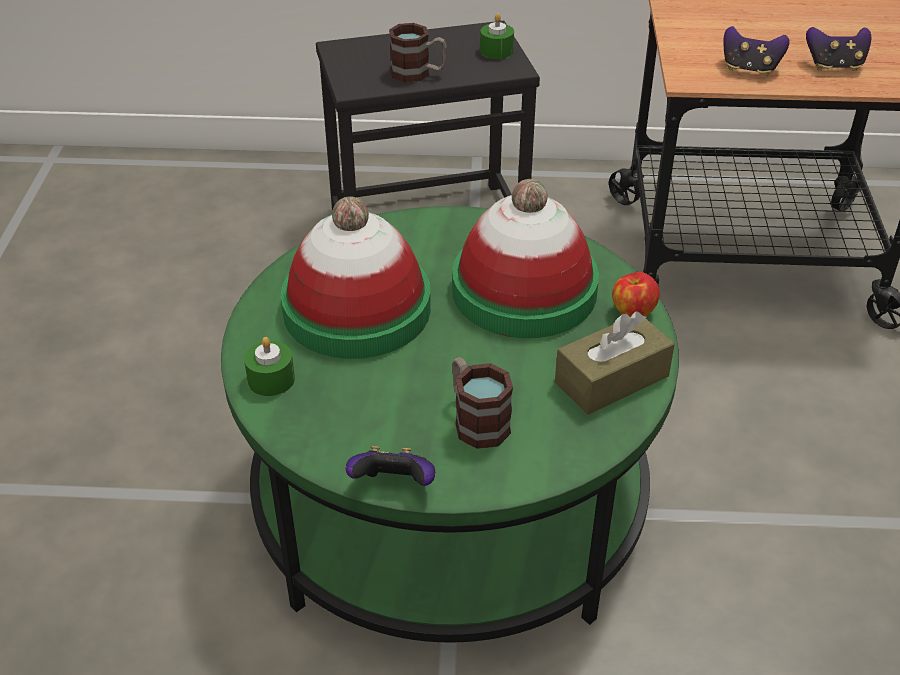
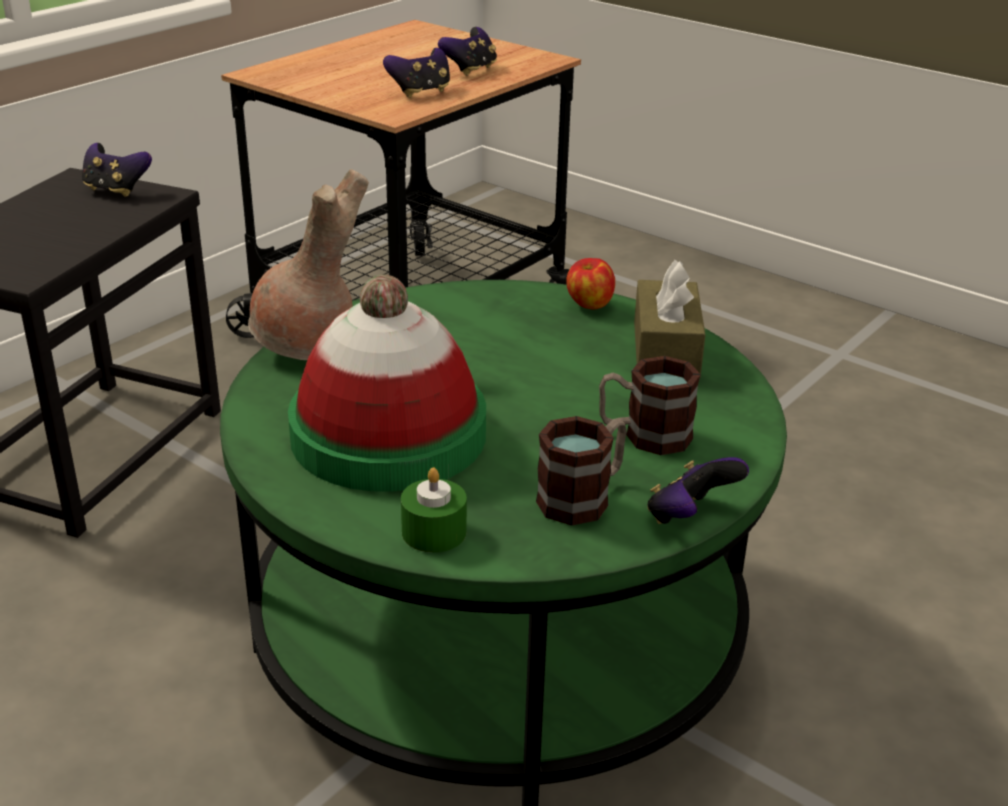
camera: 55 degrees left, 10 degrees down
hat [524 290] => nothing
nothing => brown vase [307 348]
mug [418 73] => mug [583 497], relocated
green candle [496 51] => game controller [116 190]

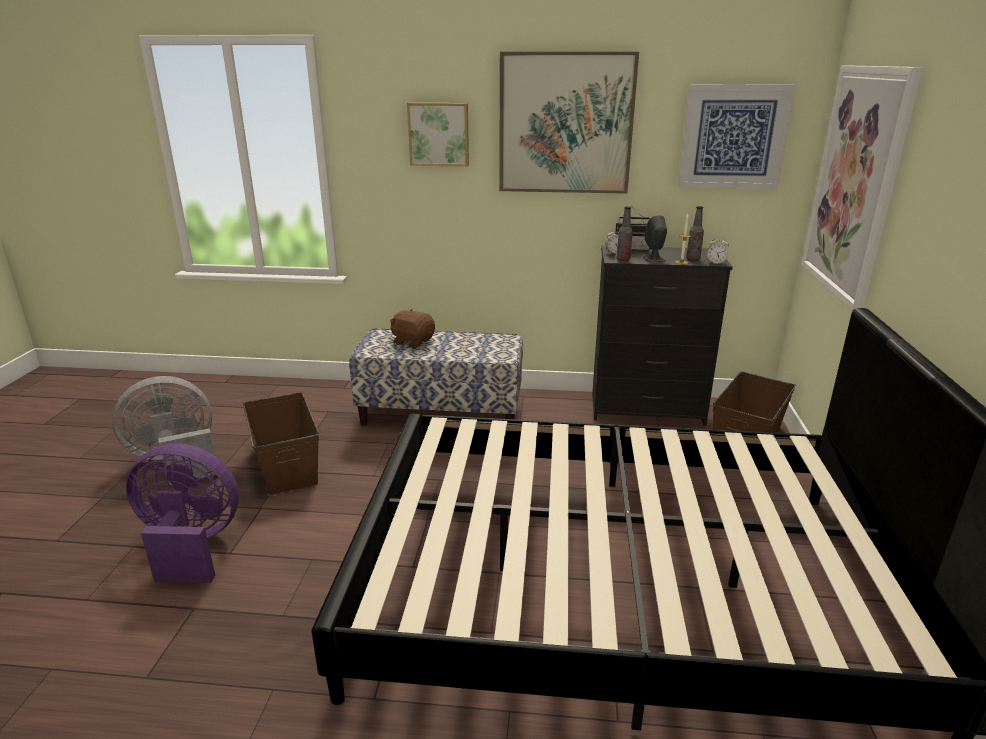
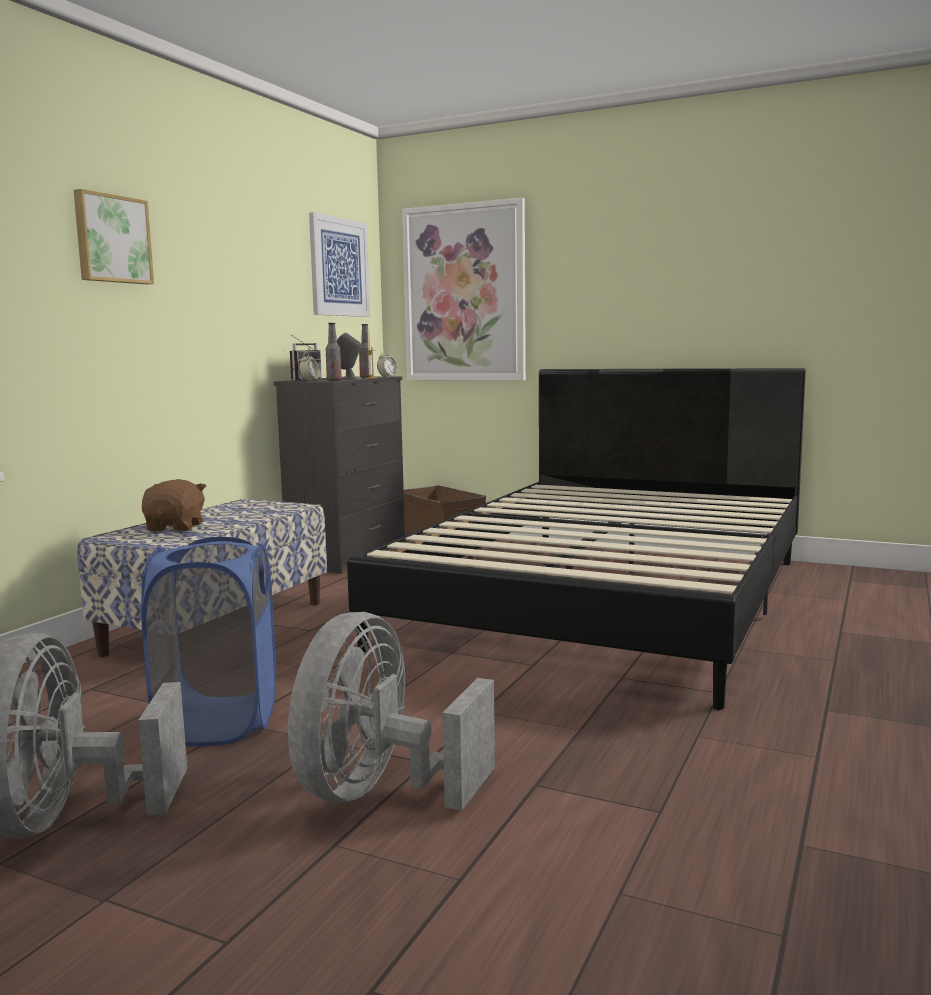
camera: 70 degrees left, 15 degrees down
picture [565 124] => nothing
brown storage box [287 463] => blue laundry basket [218 721]
purple fan [191 546] => grey fan [380 792]
brown plush toy [413 341] => brown plush toy [176 527], 135 degrees clockwise

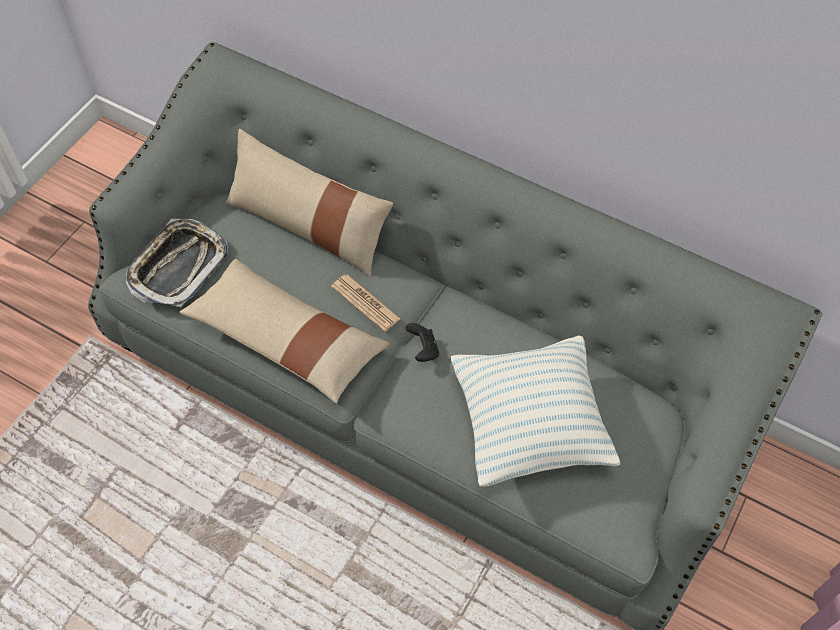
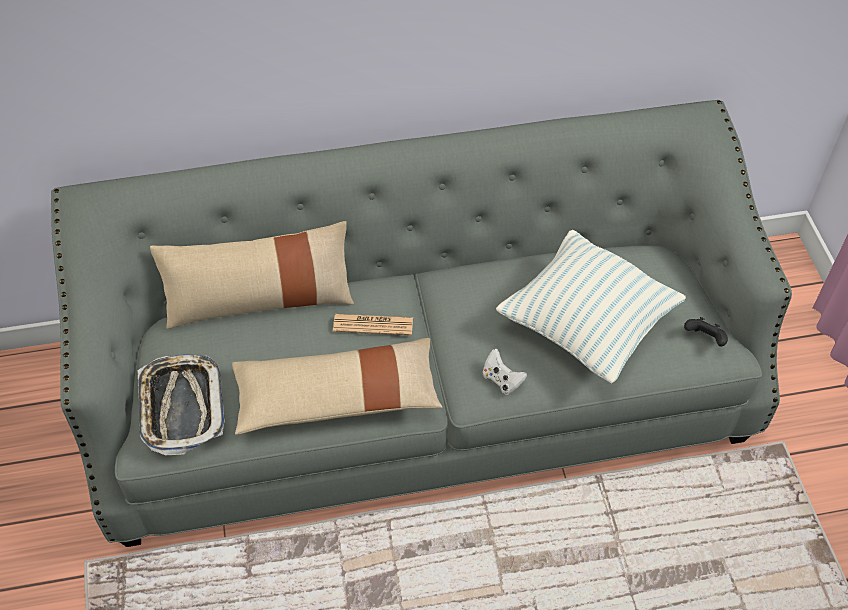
camera: 40 degrees left, 5 degrees down
nothing => white game controller [502 380]
black game controller [423 350] => black game controller [704 339], relocated

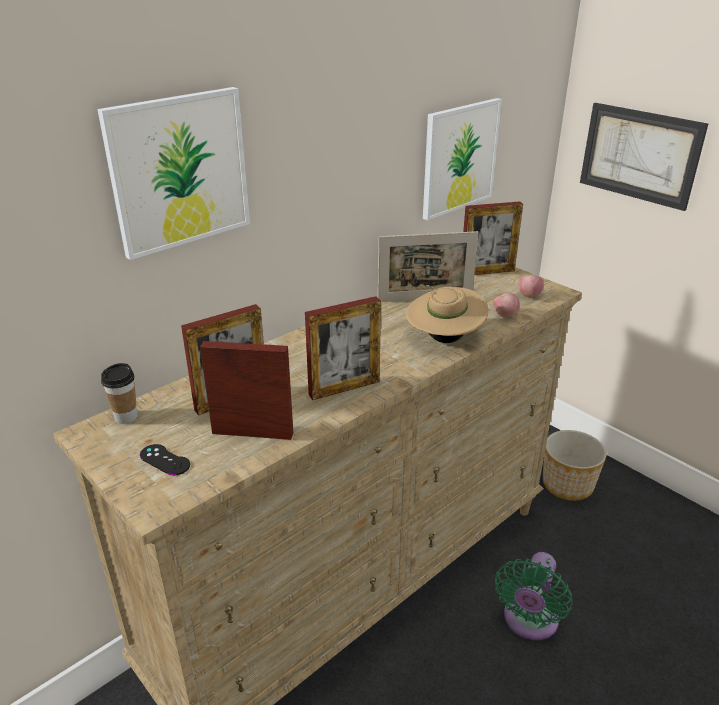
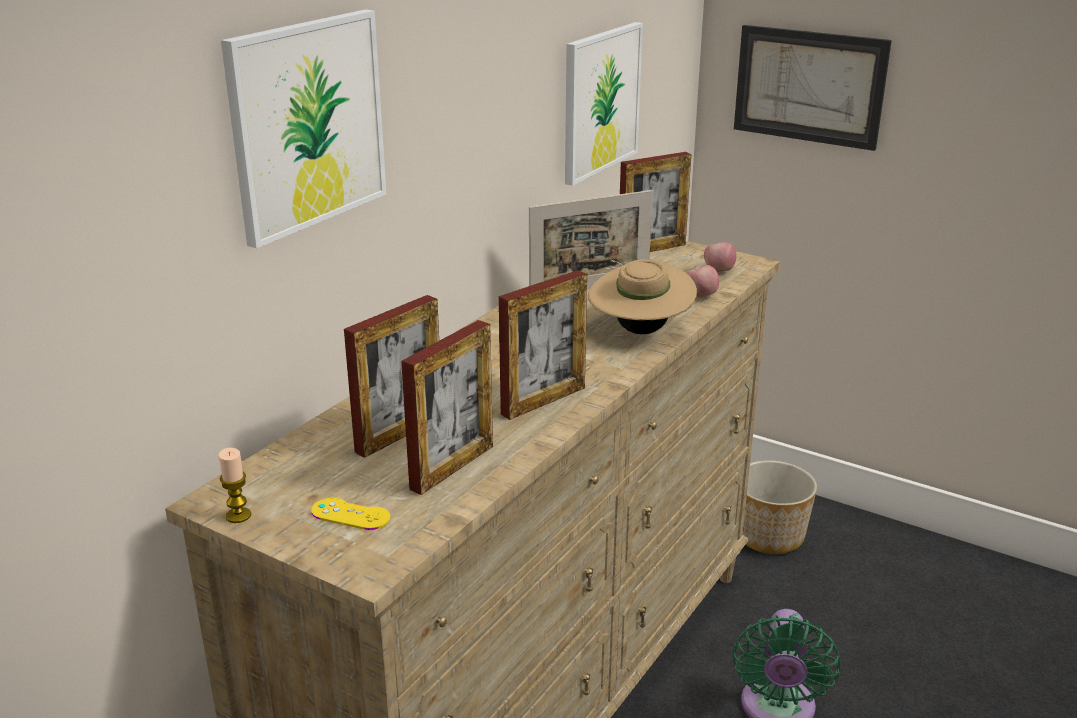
camera: 15 degrees left, 5 degrees down
cup [126 417] => nothing
nothing => candle [238 516]
black game controller [165 460] => yellow game controller [350 514]
picture frame [252 433] => picture frame [452 467], 135 degrees clockwise

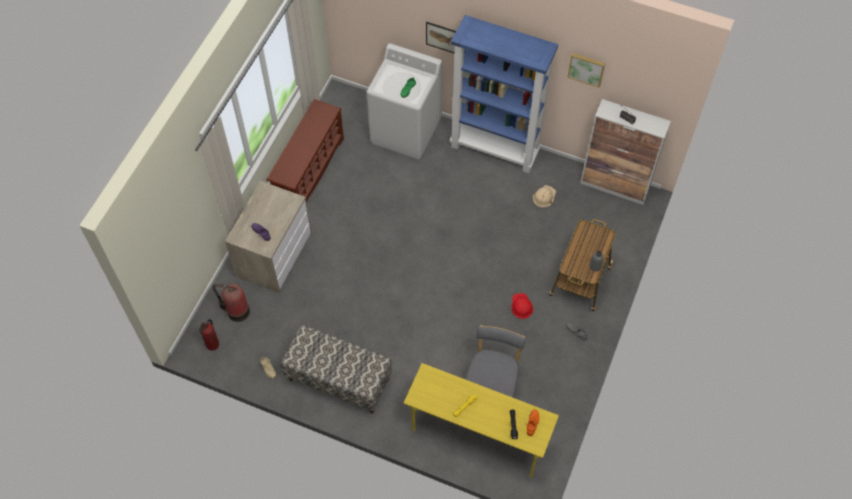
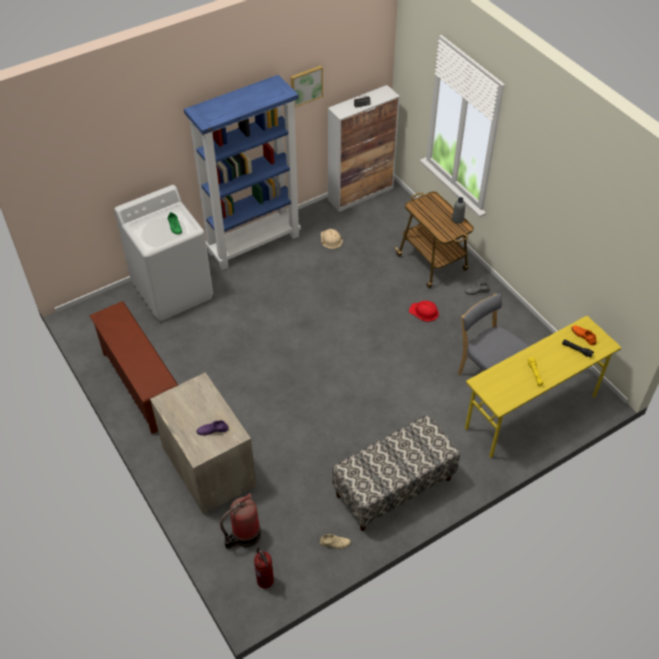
camera: 55 degrees left, 10 degrees down
picture [441 37] => nothing

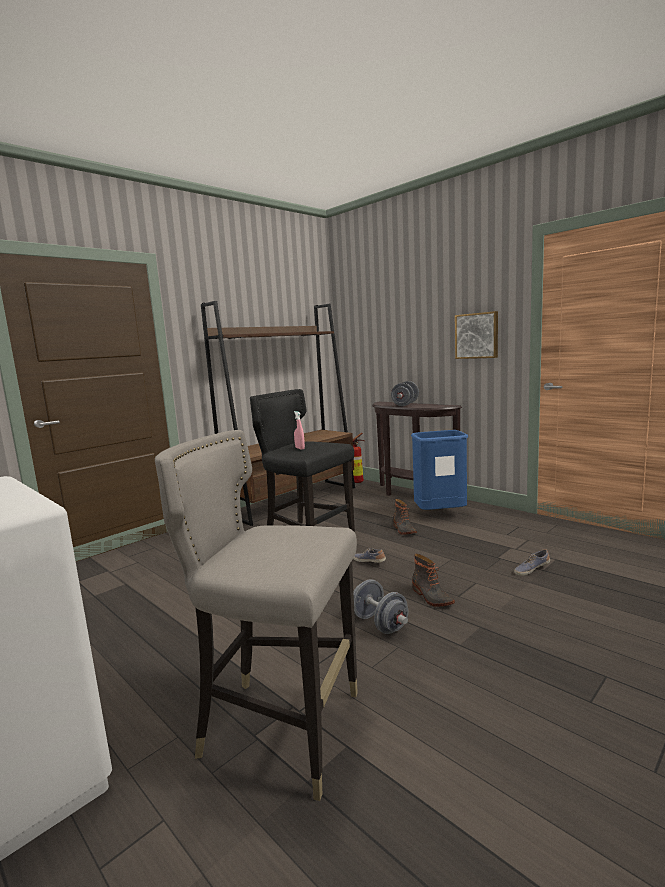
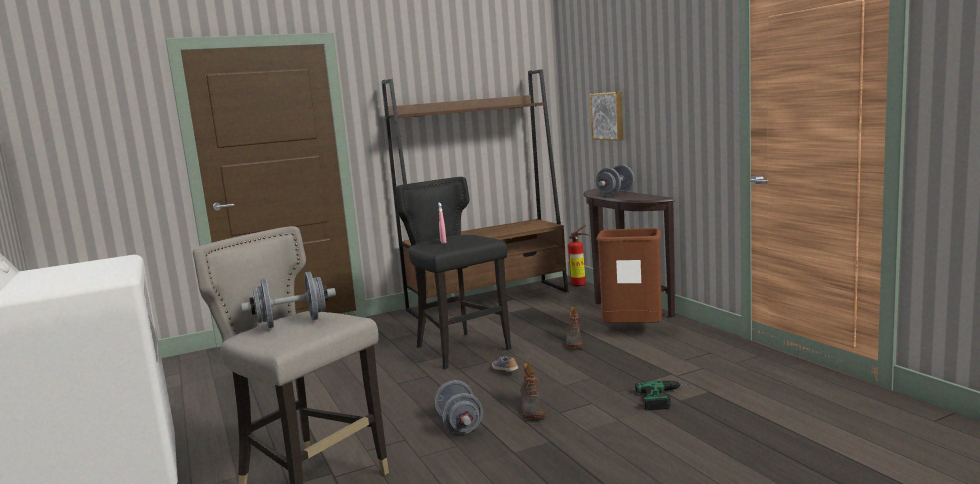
camera: 20 degrees right, 0 degrees up
nothing => grey dumbbell [292 323]
picture [477 335] => picture [608 116], relocated
shoe [531 569] => power drill [667 398]
blue trash can [440 514] => brown trash can [633 330]

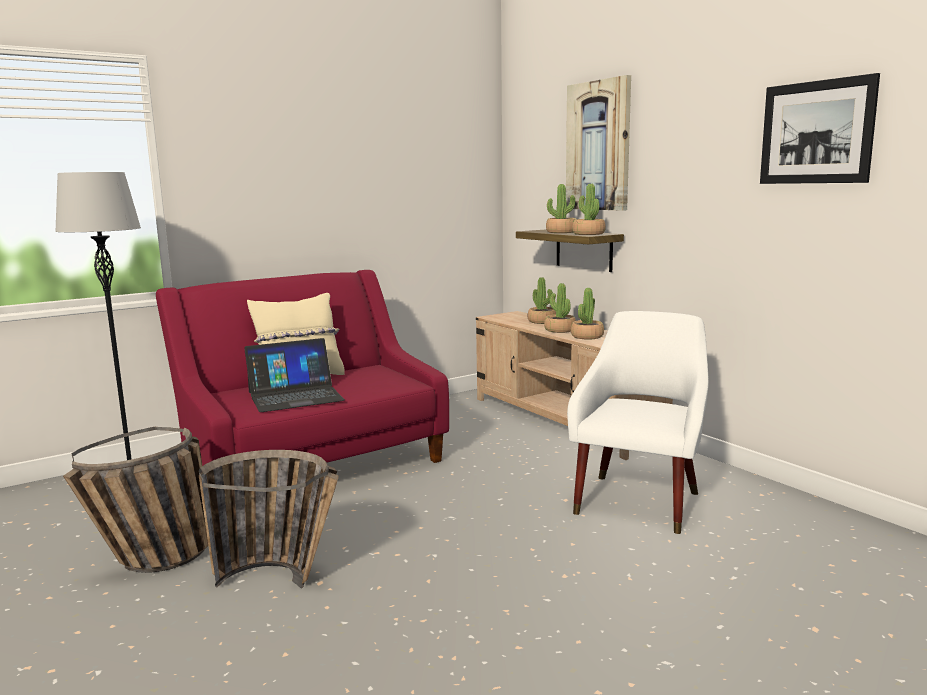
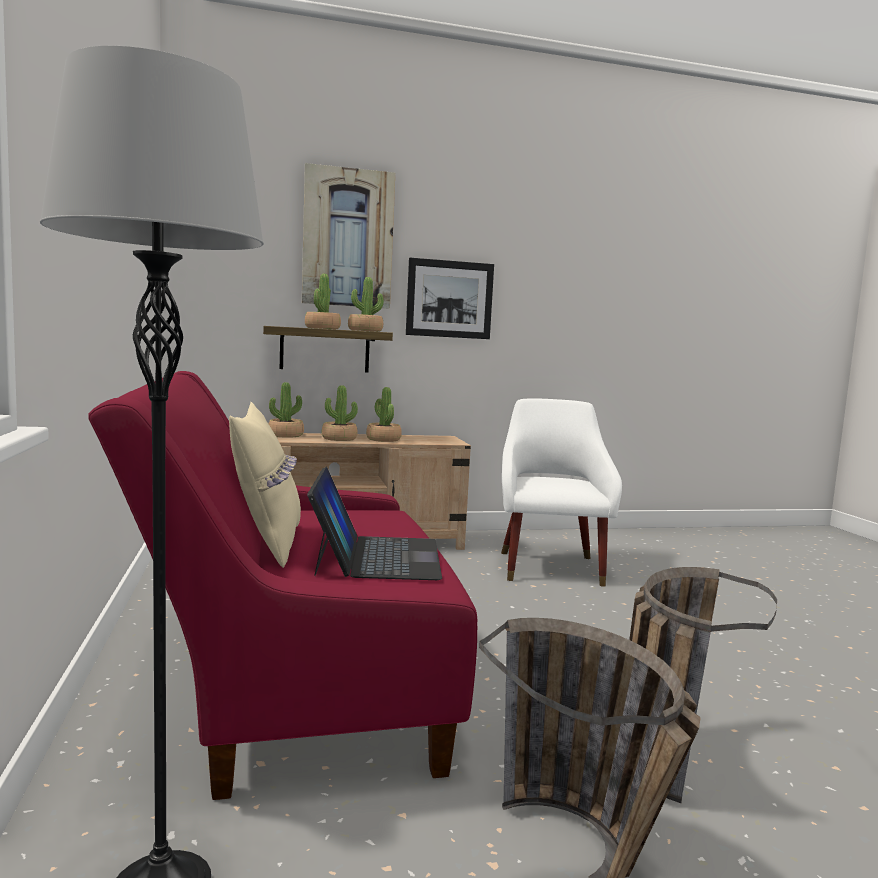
camera: 70 degrees left, 5 degrees down
picture [816 132] => picture [449 299], relocated
white armchair [639 499] => white armchair [549 565], 45 degrees clockwise

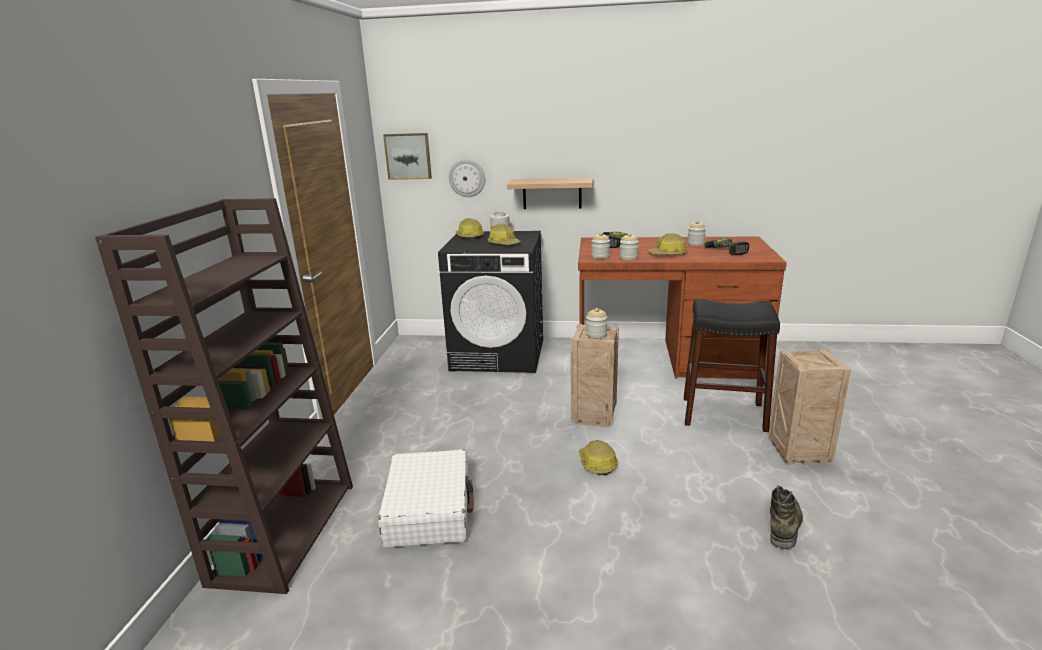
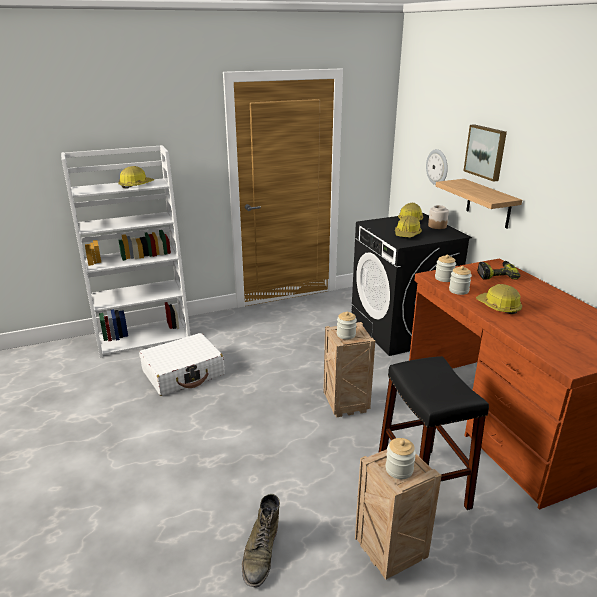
camera: 60 degrees right, 5 degrees up
power drill [725 251] => nothing
picture [408 156] => picture [486 152], relocated
hard hat [597 464] => hard hat [136 185], relocated
jar [695 243] => jar [399 469], relocated
brown bookcase [285 530] => white bookcase [144 337]
green boot [783 523] => green boot [261 553], 105 degrees clockwise

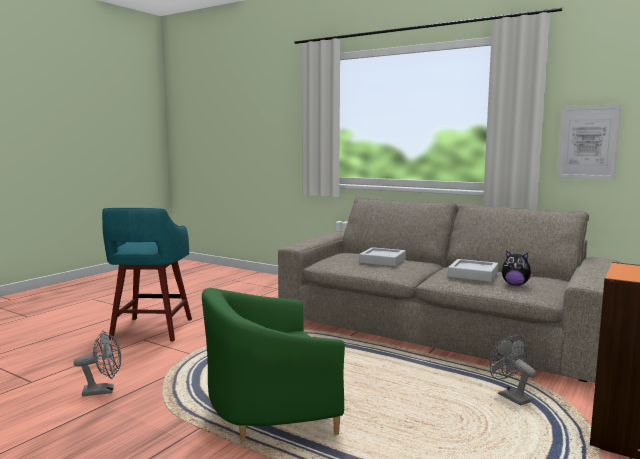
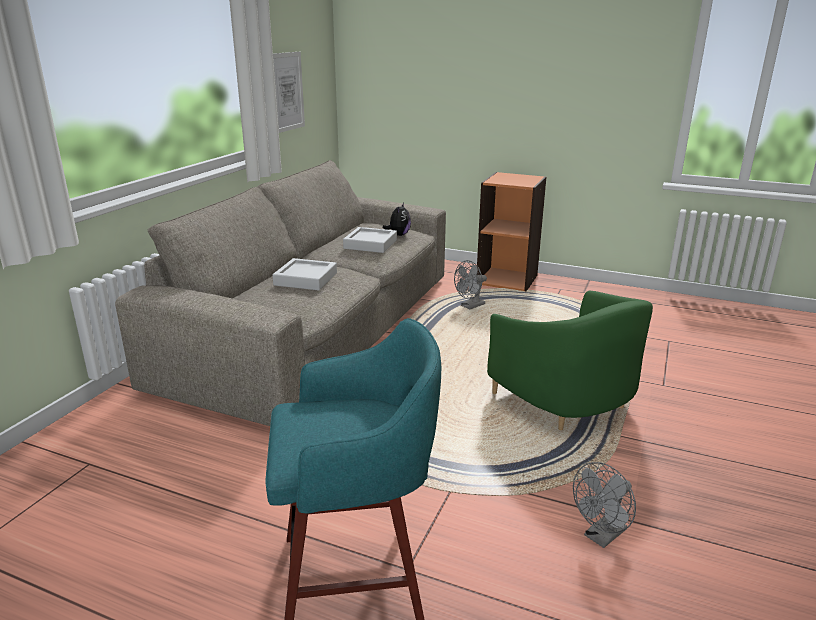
camera: 100 degrees left, 15 degrees up
grey fan [103 391] => grey fan [601 537], 105 degrees counterclockwise

